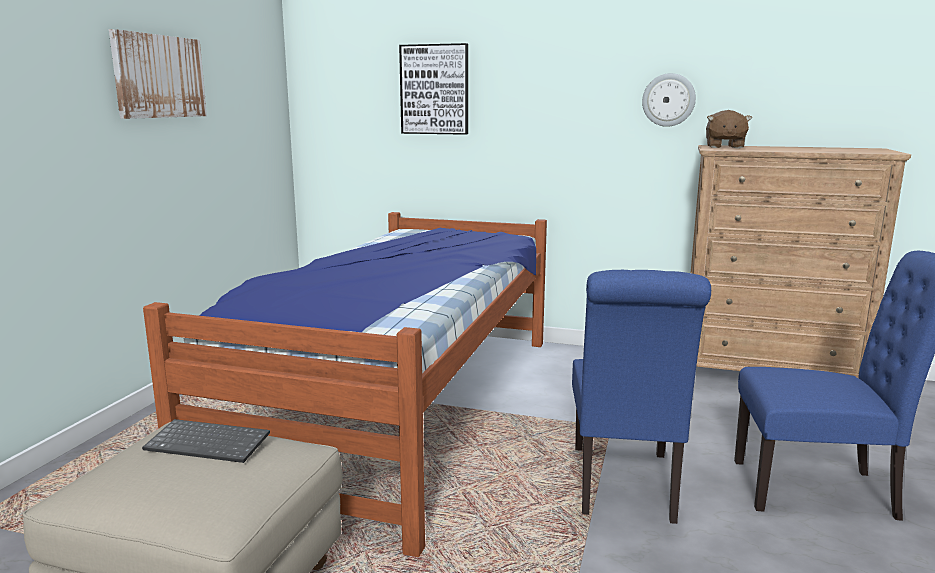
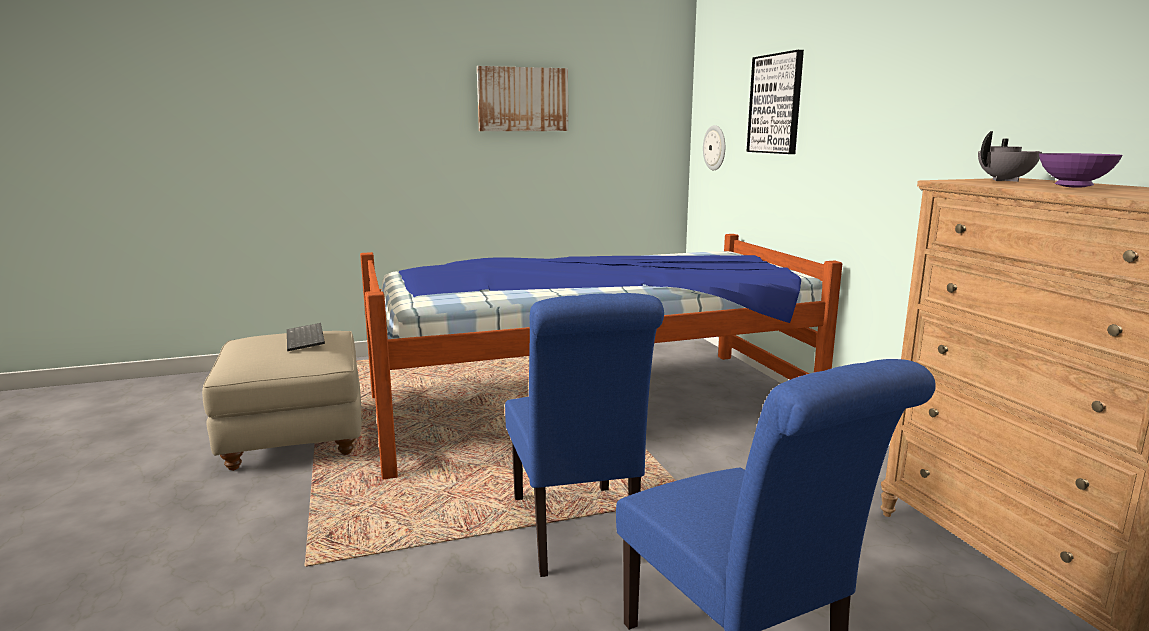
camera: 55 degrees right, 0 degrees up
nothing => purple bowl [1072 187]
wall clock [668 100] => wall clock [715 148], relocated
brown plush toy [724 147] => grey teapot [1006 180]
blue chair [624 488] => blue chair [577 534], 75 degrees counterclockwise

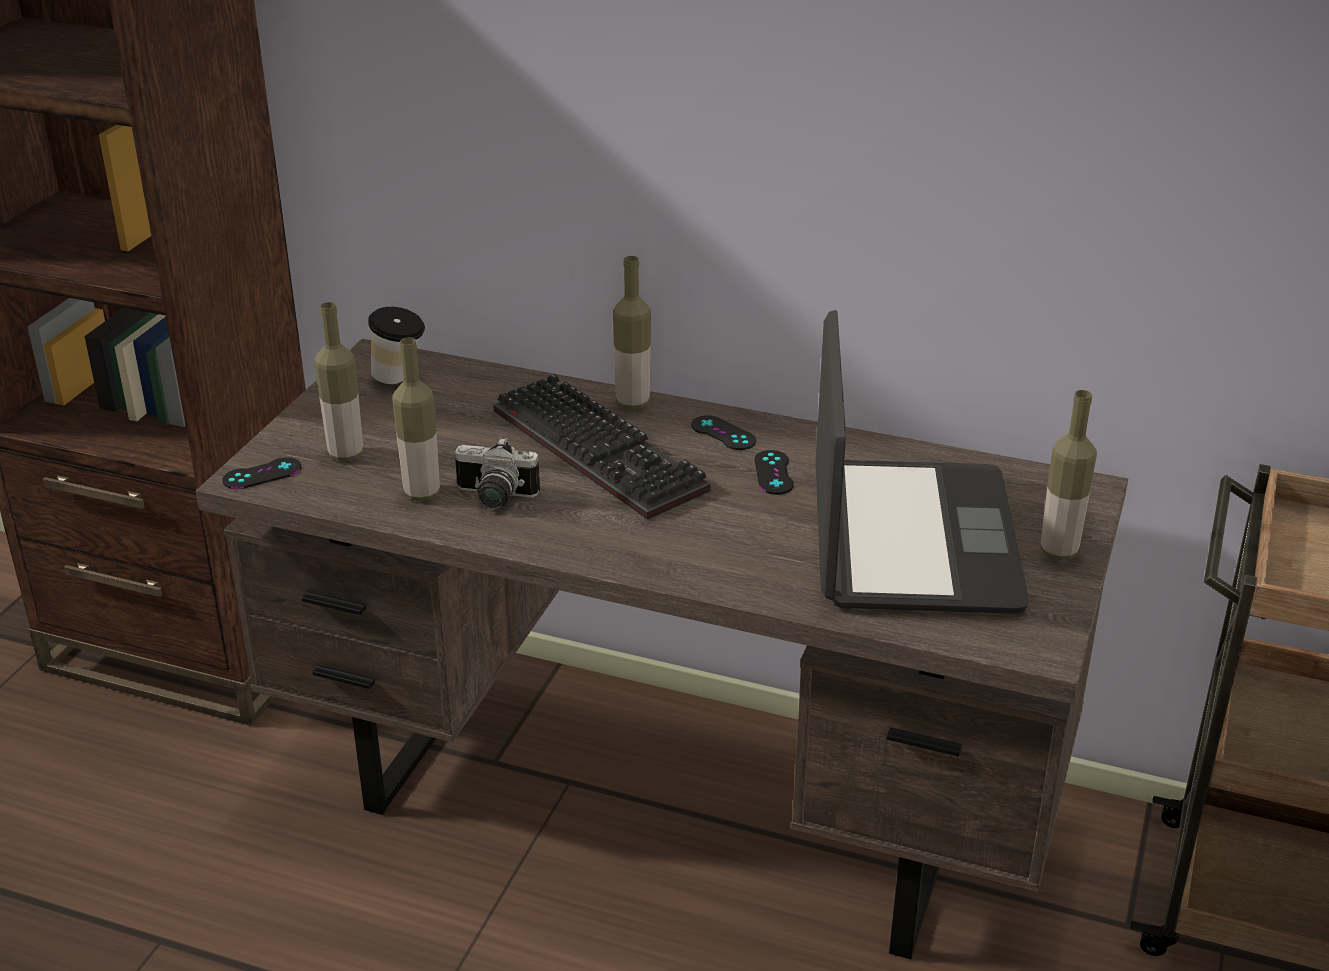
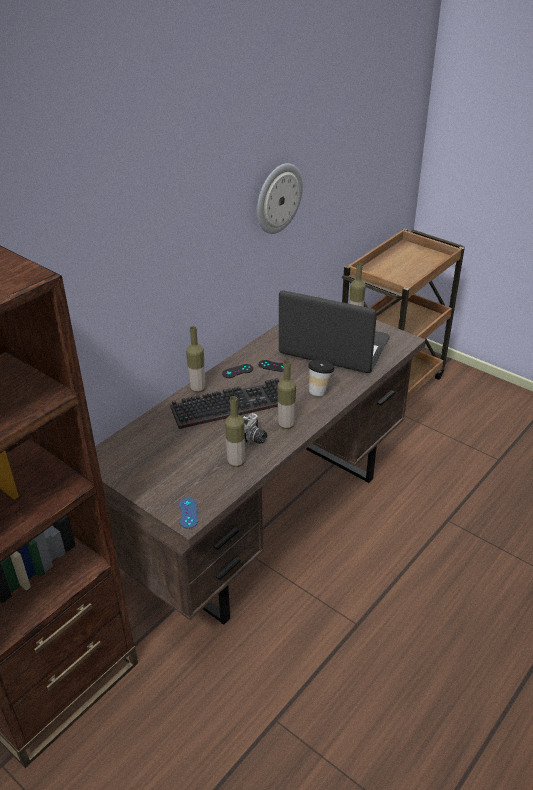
camera: 70 degrees left, 5 degrees up
nothing => wall clock [278 198]
bottle [346 454] => bottle [286 425], relocated
cup [400 379] => cup [320 390], relocated
black game controller [262 474] => blue game controller [188 513]

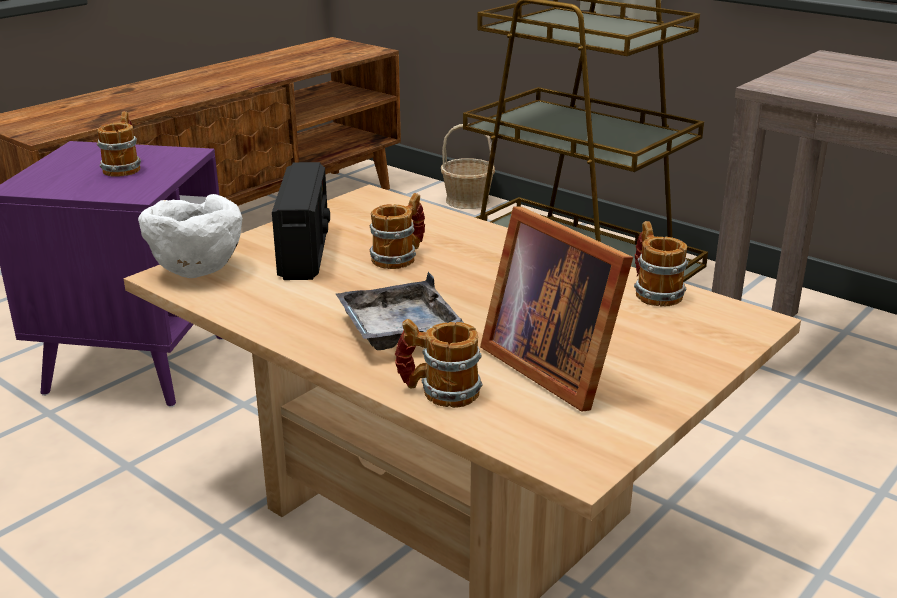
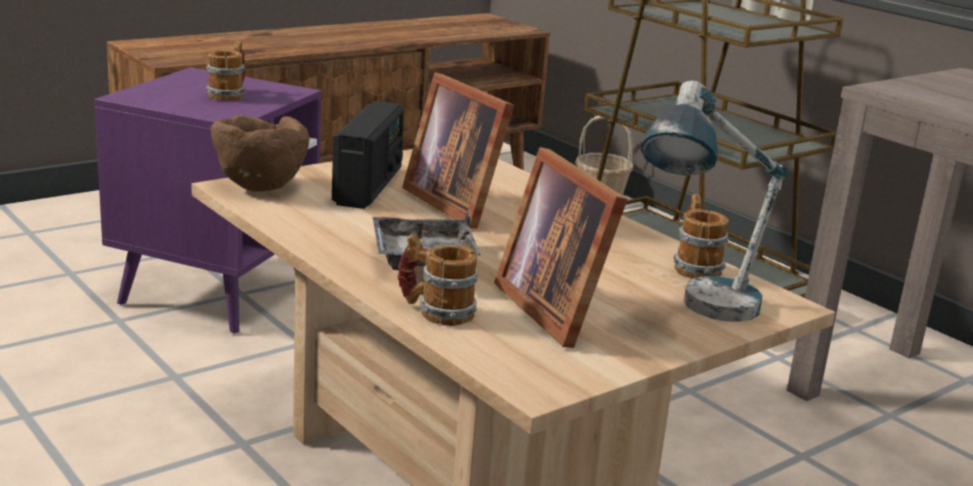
camera: 10 degrees right, 5 degrees down
nothing => table lamp [698 312]
mug [400 257] => picture frame [457 203]
white bowl [196 271] => brown bowl [259 187]

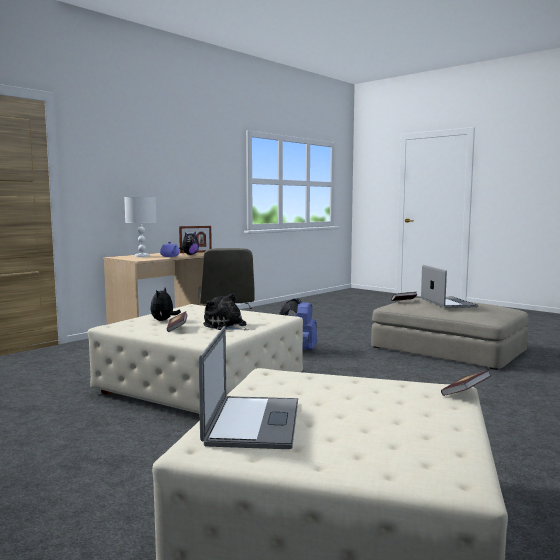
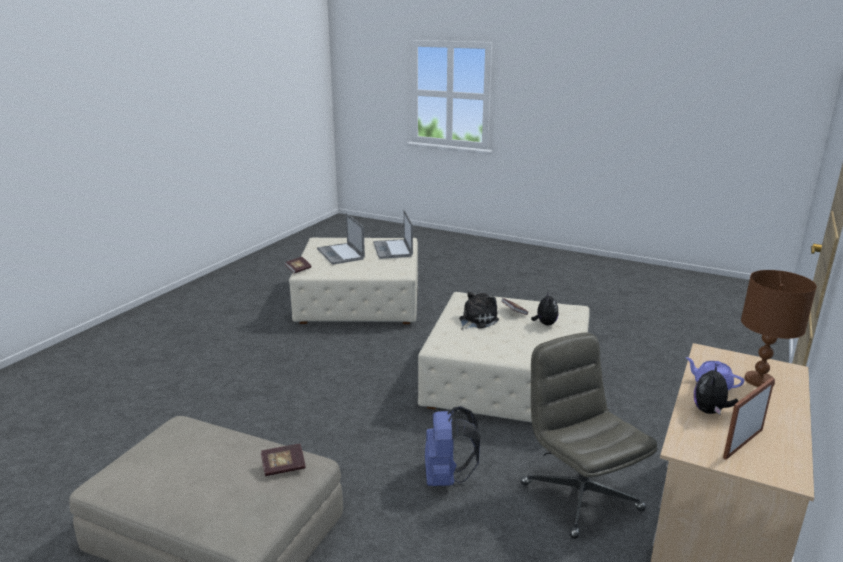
camera: 165 degrees right, 15 degrees up
laptop [448 303] => laptop [340 254], relocated
white table lamp [142 256] => brown table lamp [760 380]
plush toy [226 326] => plush toy [476 320], 75 degrees counterclockwise

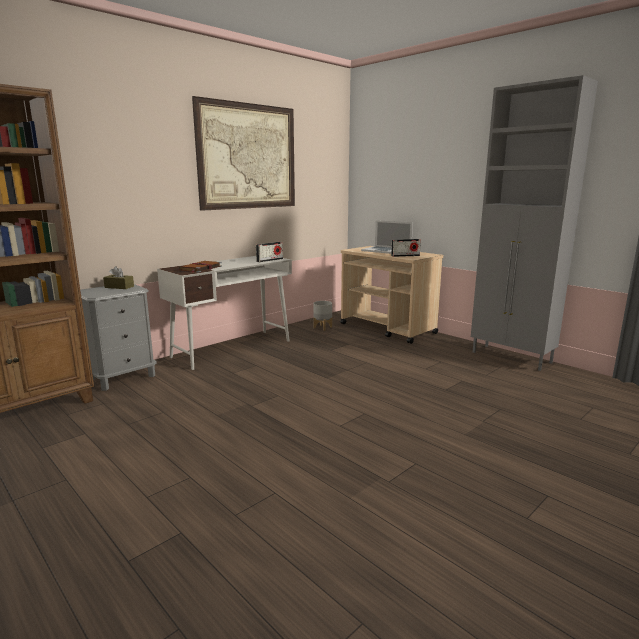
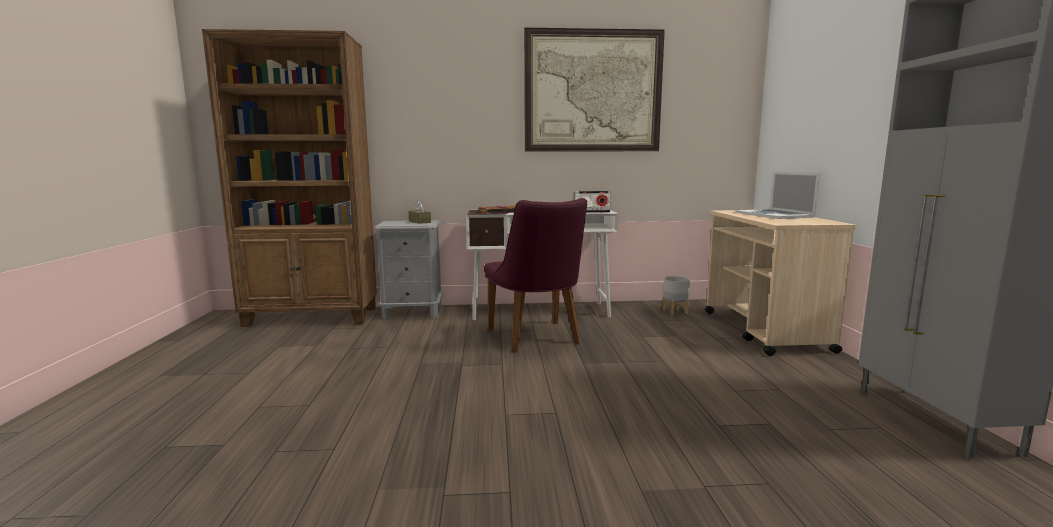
camera: 40 degrees right, 5 degrees down
radio [405 256] => nothing
nothing => purple chair [537 339]

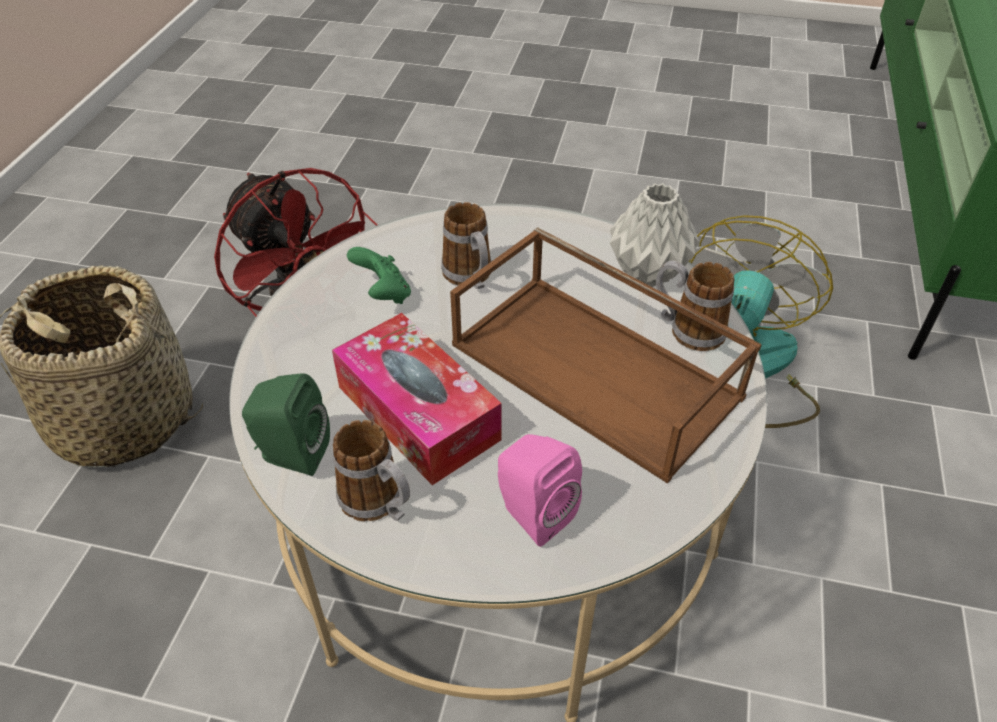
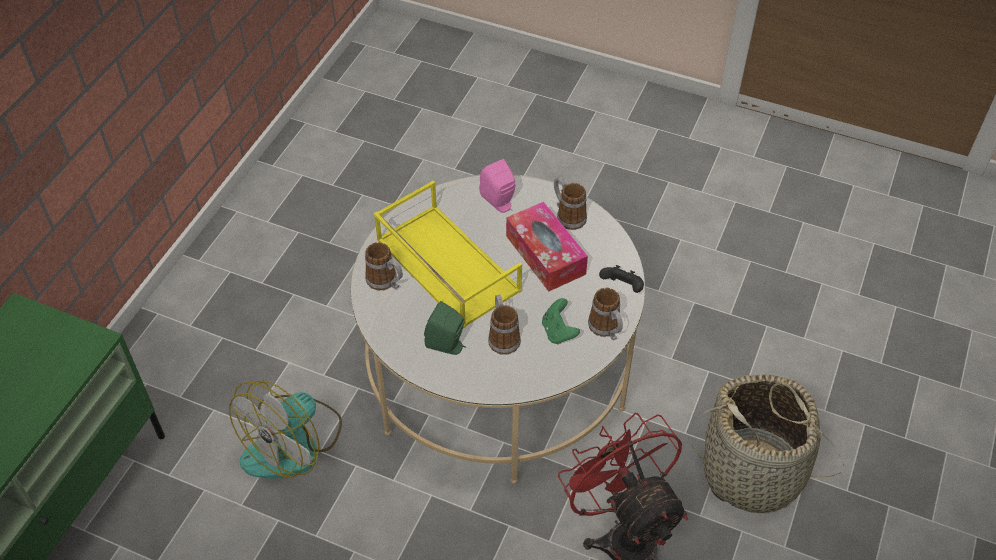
camera: 170 degrees left, 5 degrees up
grey vase [646 274] => nothing
nothing => mug [607 330]
nothing => black game controller [622 287]
green speaker [291 454] => green speaker [447 345], relocated
brown tray [598 370] => yellow tray [445 265]

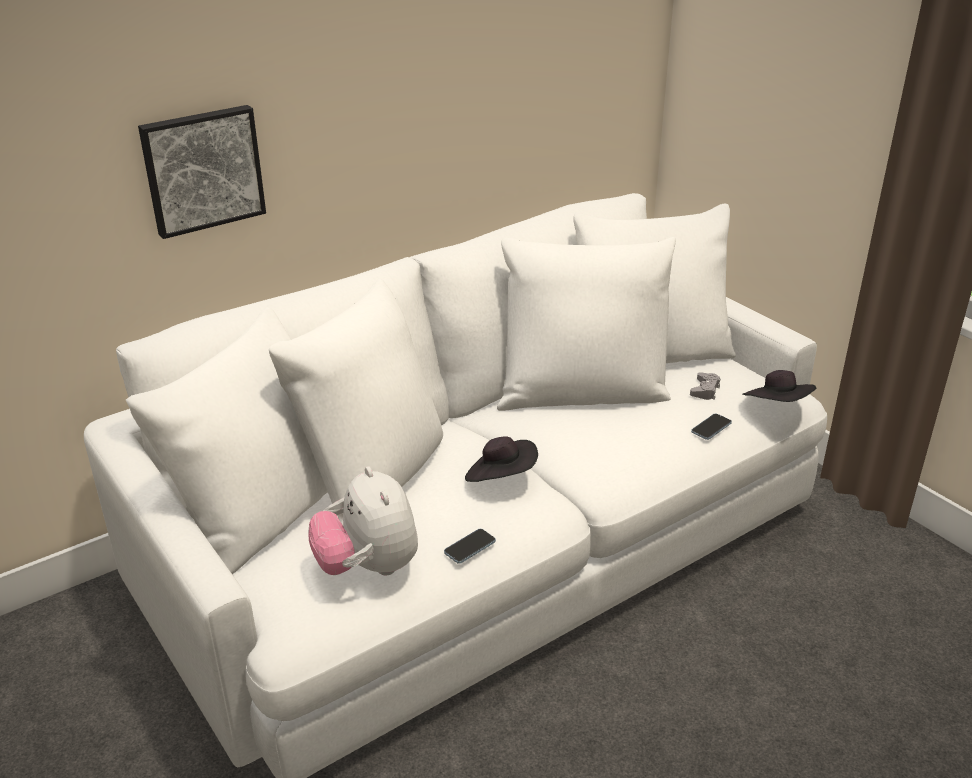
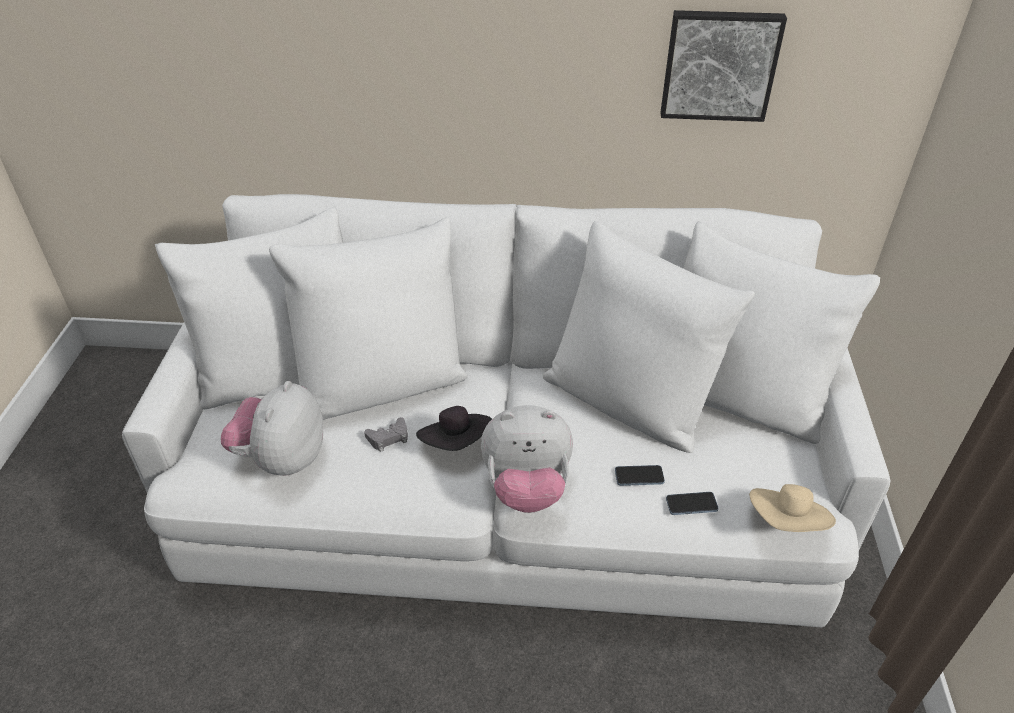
camera: 40 degrees right, 10 degrees up
nothing => plush toy [526 488]
picture [202 169] => picture [719 65], relocated
phone [470 547] => phone [639 476], relocated
grey game controller [705 390] => grey game controller [388 438], relocated
black hat [777 407] => beige hat [787 523]

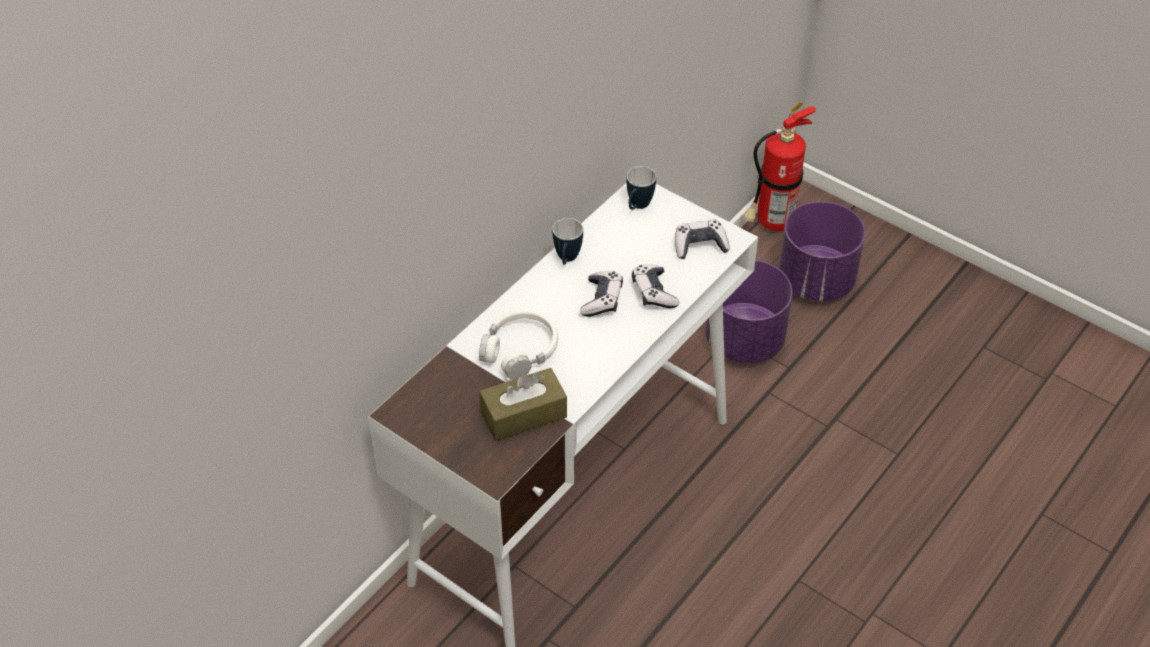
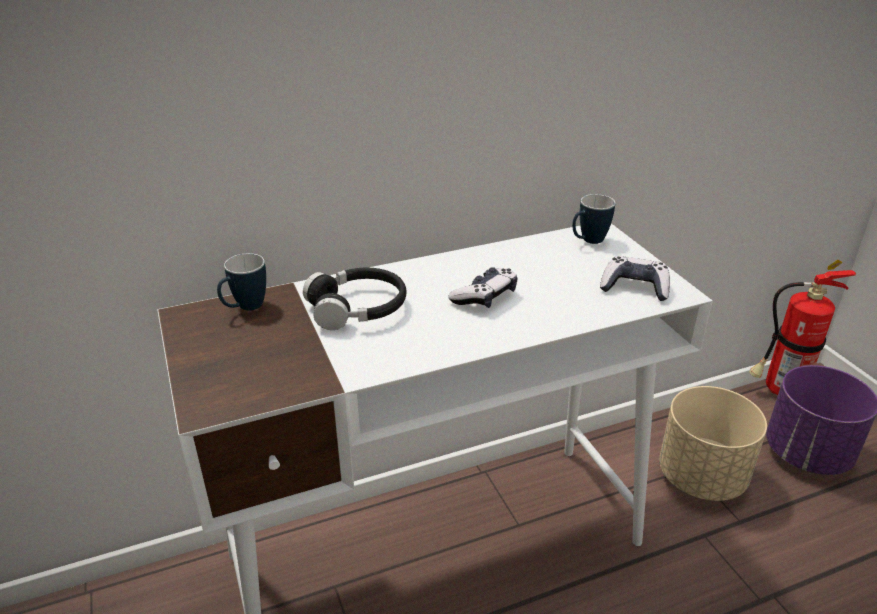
camera: 30 degrees right, 15 degrees down
brown tissue box [523 414] => nothing
game controller [653 292] => nothing
mug [567 260] => mug [245 308], relocated
white headphones [520 350] => black headphones [358 308]
purple planter [744 340] => beige planter [701 476]

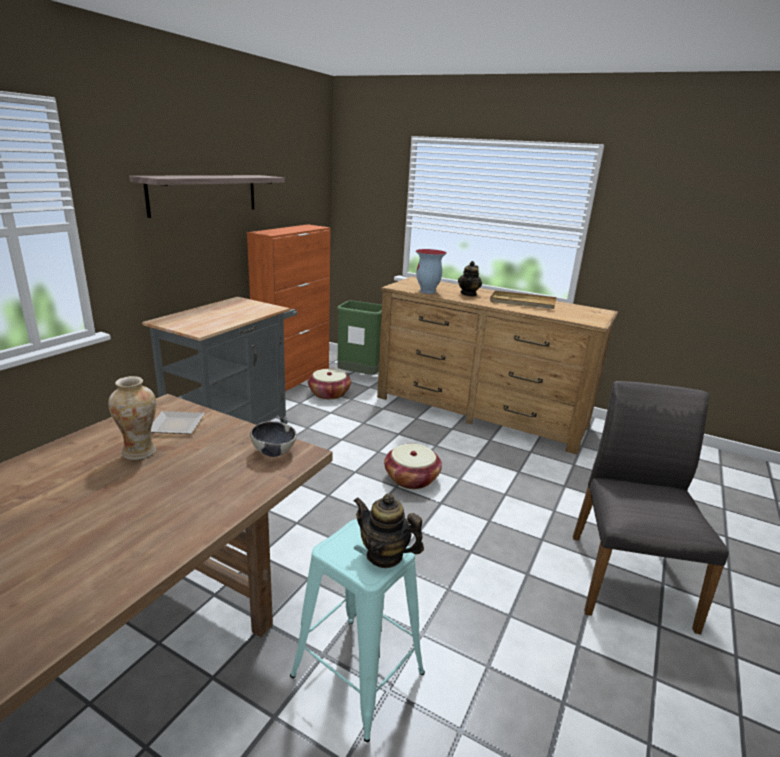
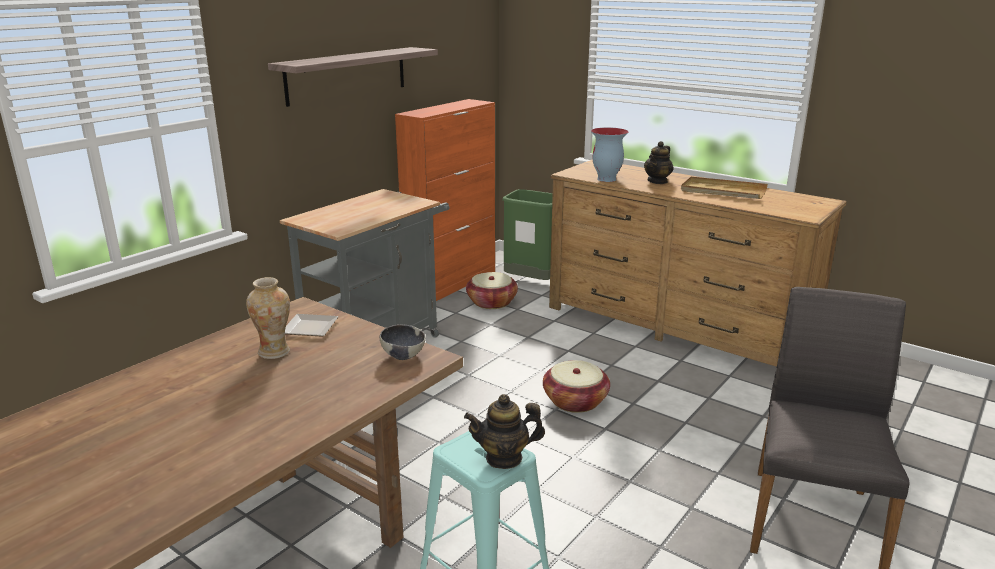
camera: 10 degrees right, 0 degrees up
teapot [385 555] => teapot [504 458], 45 degrees counterclockwise

